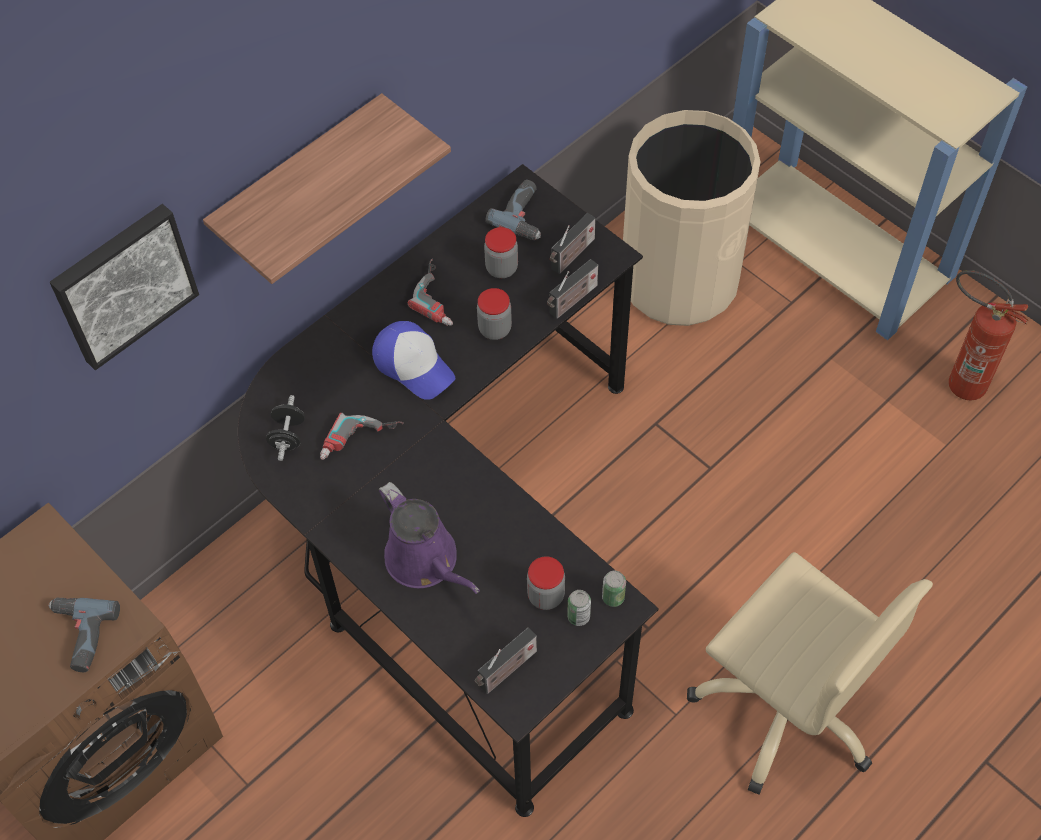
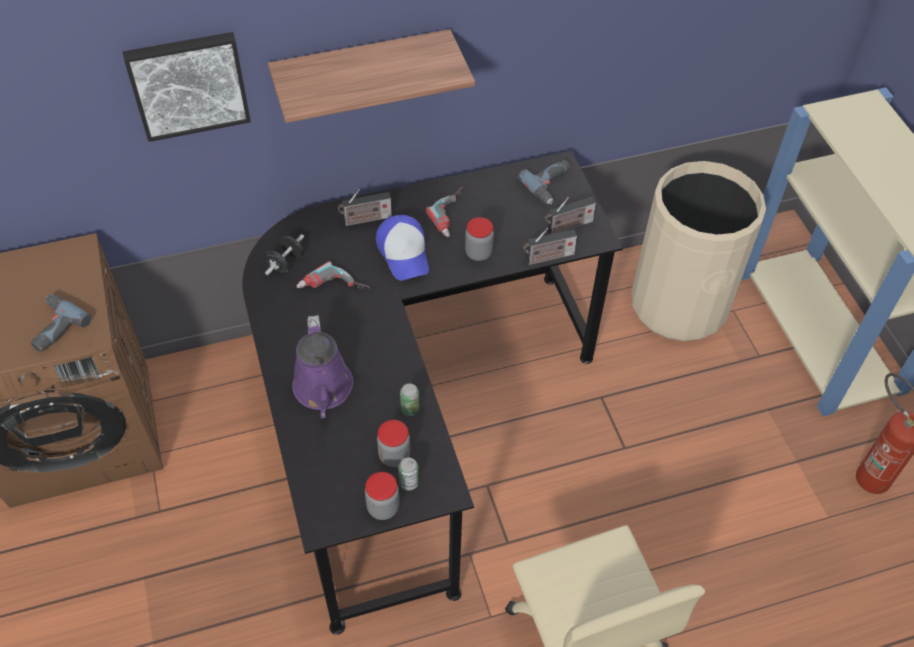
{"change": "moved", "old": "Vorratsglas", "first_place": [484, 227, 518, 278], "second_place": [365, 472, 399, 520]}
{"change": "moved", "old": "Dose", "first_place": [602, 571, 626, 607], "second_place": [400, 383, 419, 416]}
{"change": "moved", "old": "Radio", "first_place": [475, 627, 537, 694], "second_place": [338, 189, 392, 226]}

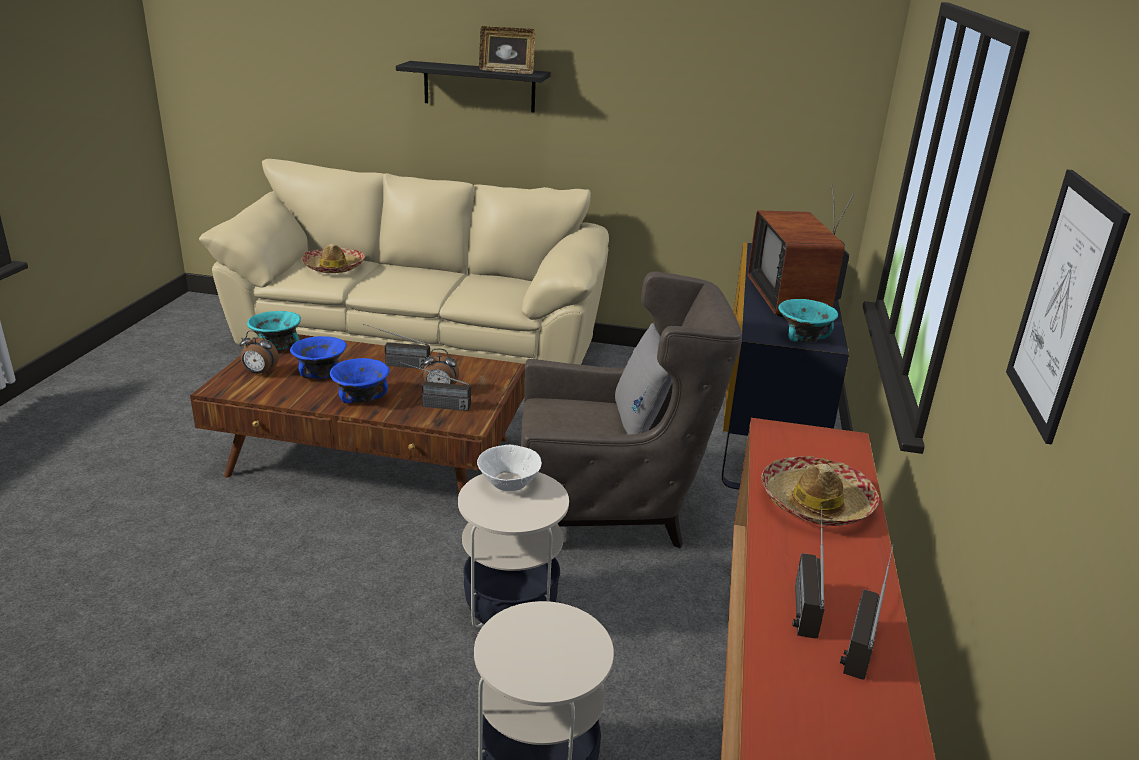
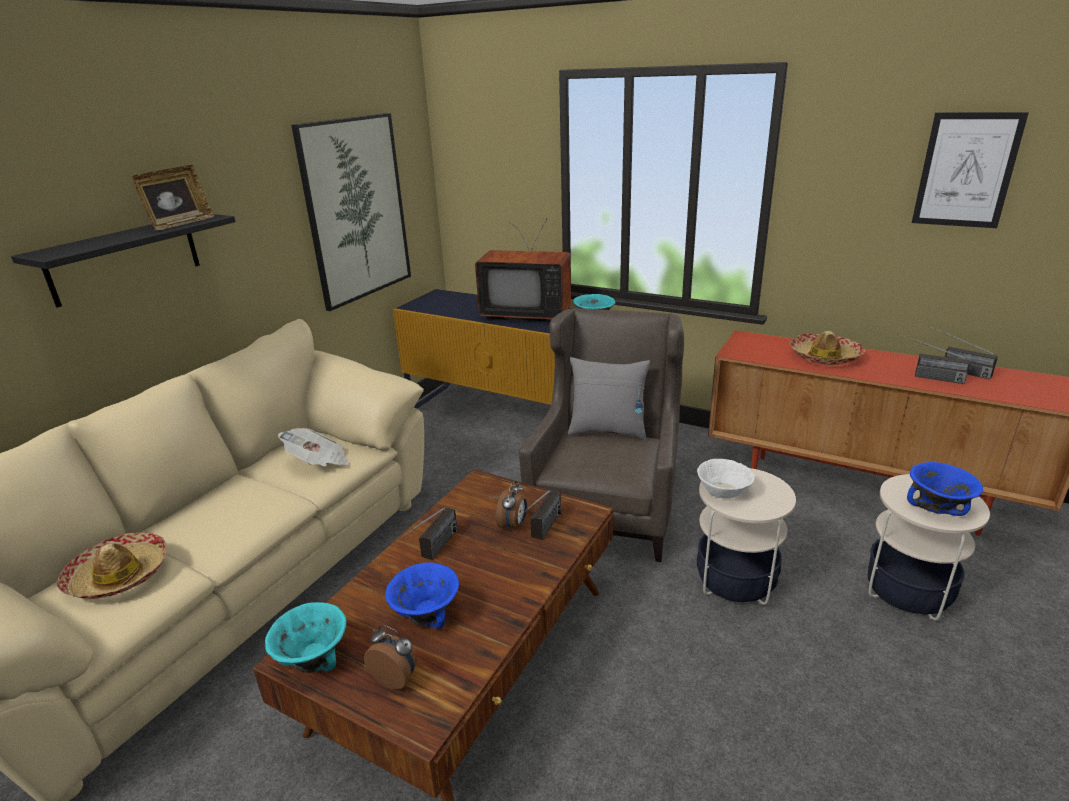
{"change": "turned", "old": "Wecker", "first_place": [240, 330, 279, 375], "second_place": [364, 625, 417, 690], "degrees": -90}
{"change": "moved", "old": "Schüssel (blau)", "first_place": [330, 358, 390, 403], "second_place": [907, 462, 983, 516]}
{"change": "added", "new": "Bild", "second_place": [291, 113, 411, 311]}
{"change": "added", "new": "Zeitung", "second_place": [278, 428, 349, 467]}

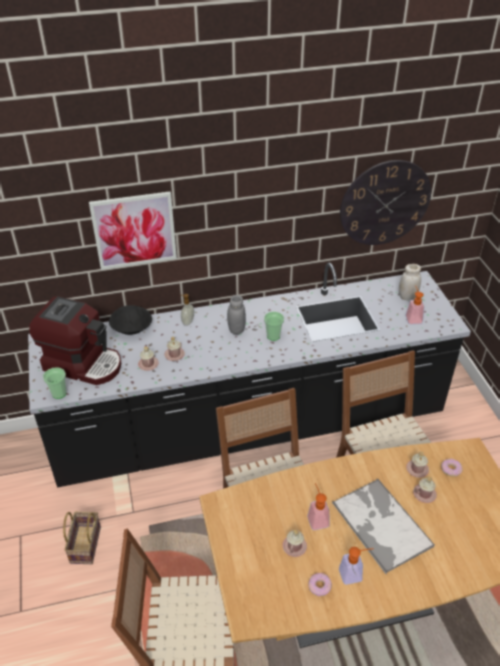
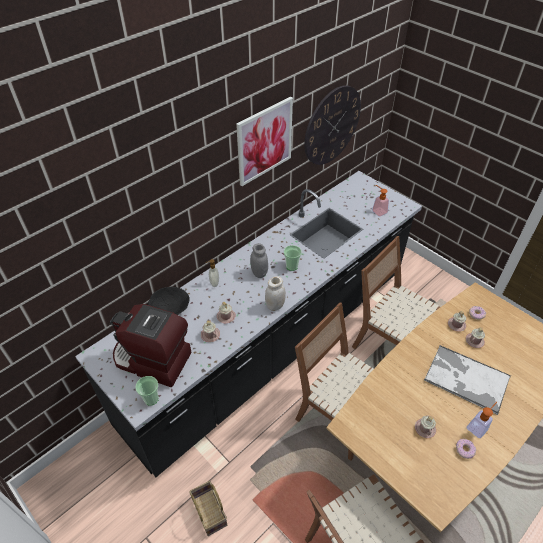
{"change": "moved", "old": "Bild", "first_place": [89, 191, 177, 270], "second_place": [236, 97, 293, 186]}
{"change": "moved", "old": "Vorratsglas (weiß)", "first_place": [399, 264, 421, 300], "second_place": [265, 276, 286, 311]}
{"change": "turned", "old": "Kaffeemaschine", "first_place": [29, 296, 121, 385], "second_place": [110, 304, 192, 387], "degrees": -150}
{"change": "removed", "old": "Seifenspender", "first_place": [307, 483, 330, 530]}

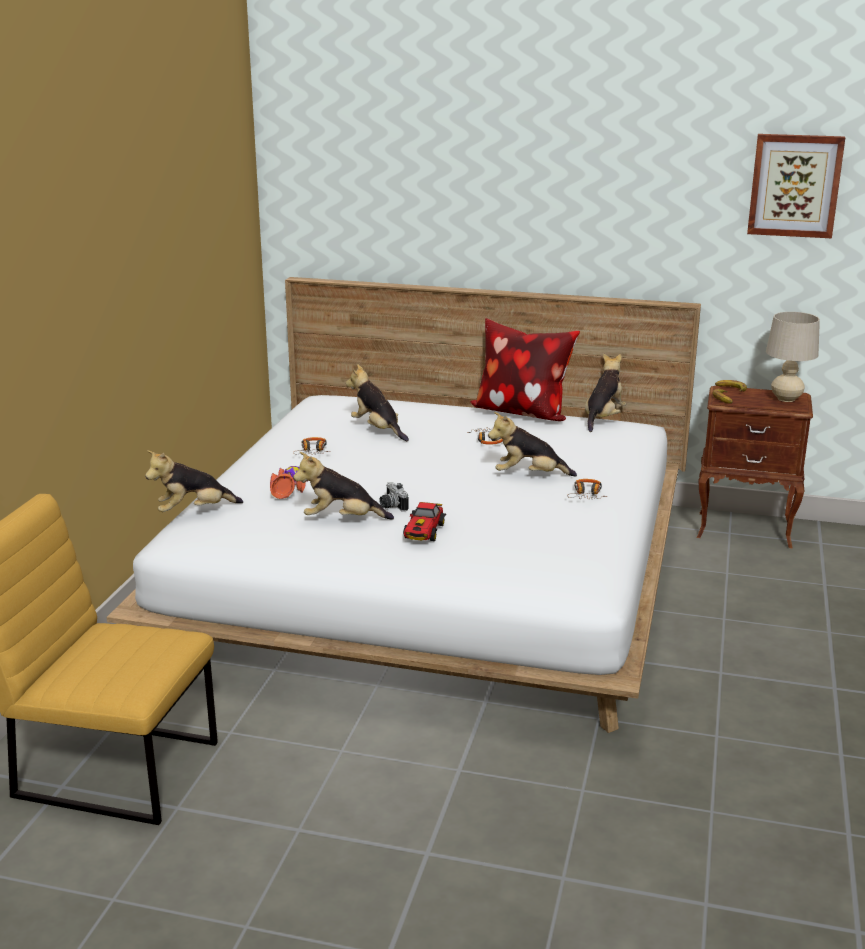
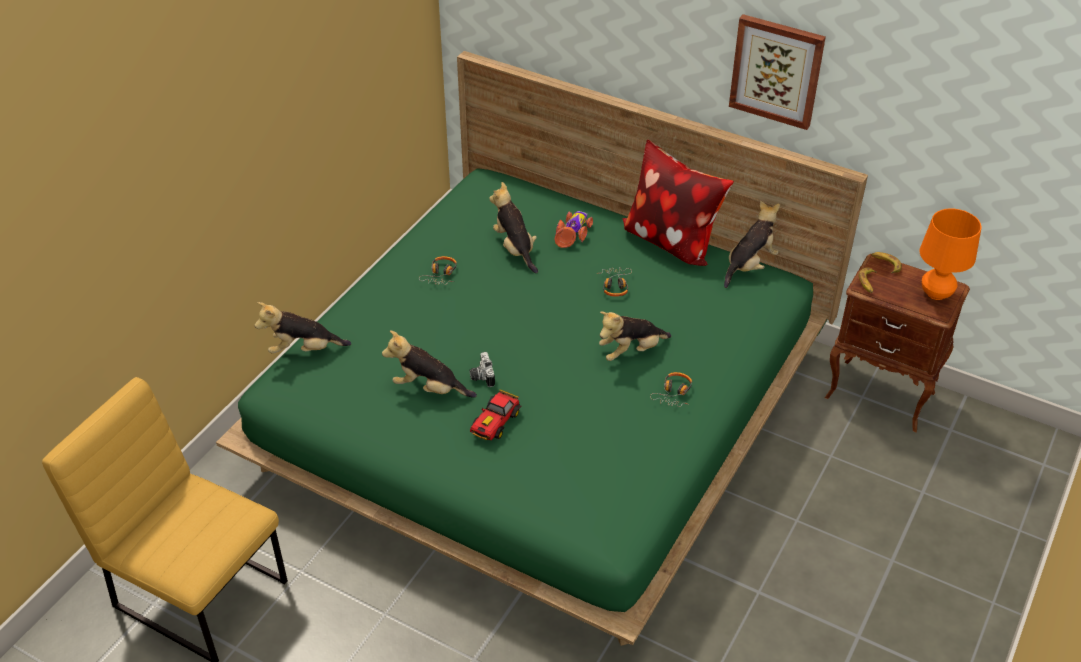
{"change": "moved", "old": "Bild", "first_place": [747, 134, 845, 238], "second_place": [729, 14, 826, 130]}
{"change": "recoloured", "old": "Bett (weiß)", "new": "Bett (grün)", "first_place": [106, 277, 701, 733], "second_place": [216, 51, 868, 646]}
{"change": "recoloured", "old": "Tischlampe (beige)", "new": "Tischlampe (orange)", "first_place": [766, 312, 820, 402], "second_place": [920, 208, 981, 300]}
{"change": "turned", "old": "Plüschtier", "first_place": [488, 412, 577, 477], "second_place": [599, 311, 671, 361], "degrees": -45}
{"change": "moved", "old": "Spielzeugauto", "first_place": [270, 466, 307, 499], "second_place": [554, 211, 593, 248]}

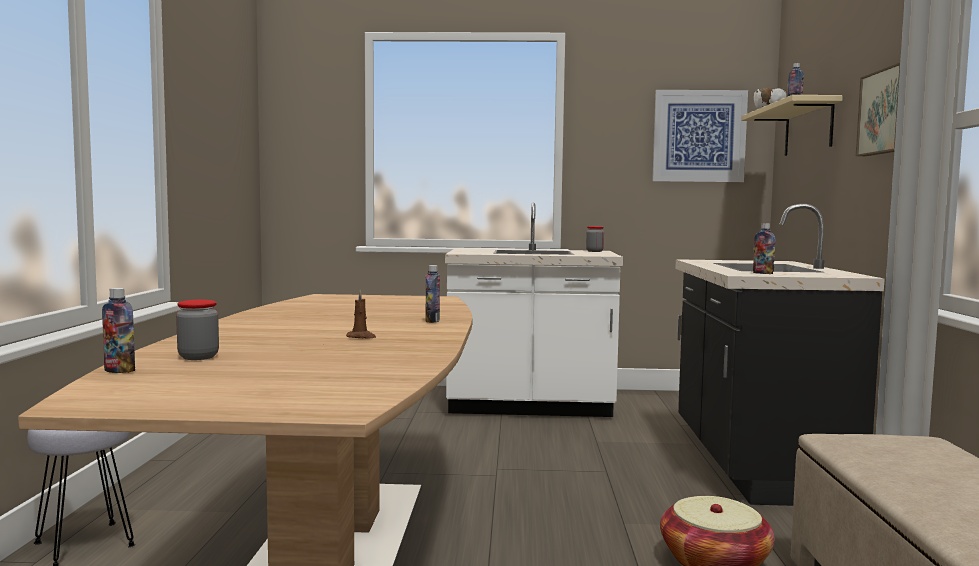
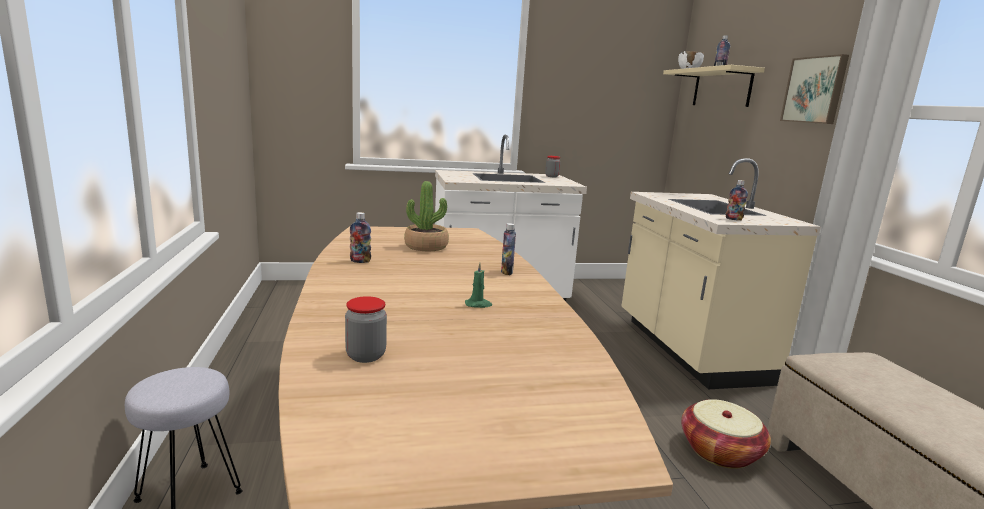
{"change": "removed", "old": "Bild", "first_place": [652, 90, 748, 182]}
{"change": "recoloured", "old": "Küchenzeile (schwarz)", "new": "Küchenzeile (beige)", "first_place": [675, 204, 884, 506], "second_place": [622, 158, 821, 389]}
{"change": "moved", "old": "Flasche", "first_place": [102, 288, 135, 373], "second_place": [350, 212, 371, 263]}
{"change": "recoloured", "old": "Kerze (braun)", "new": "Kerze (grün)", "first_place": [346, 289, 376, 339], "second_place": [465, 263, 492, 308]}
{"change": "added", "new": "Topfpflanze", "second_place": [404, 181, 449, 251]}

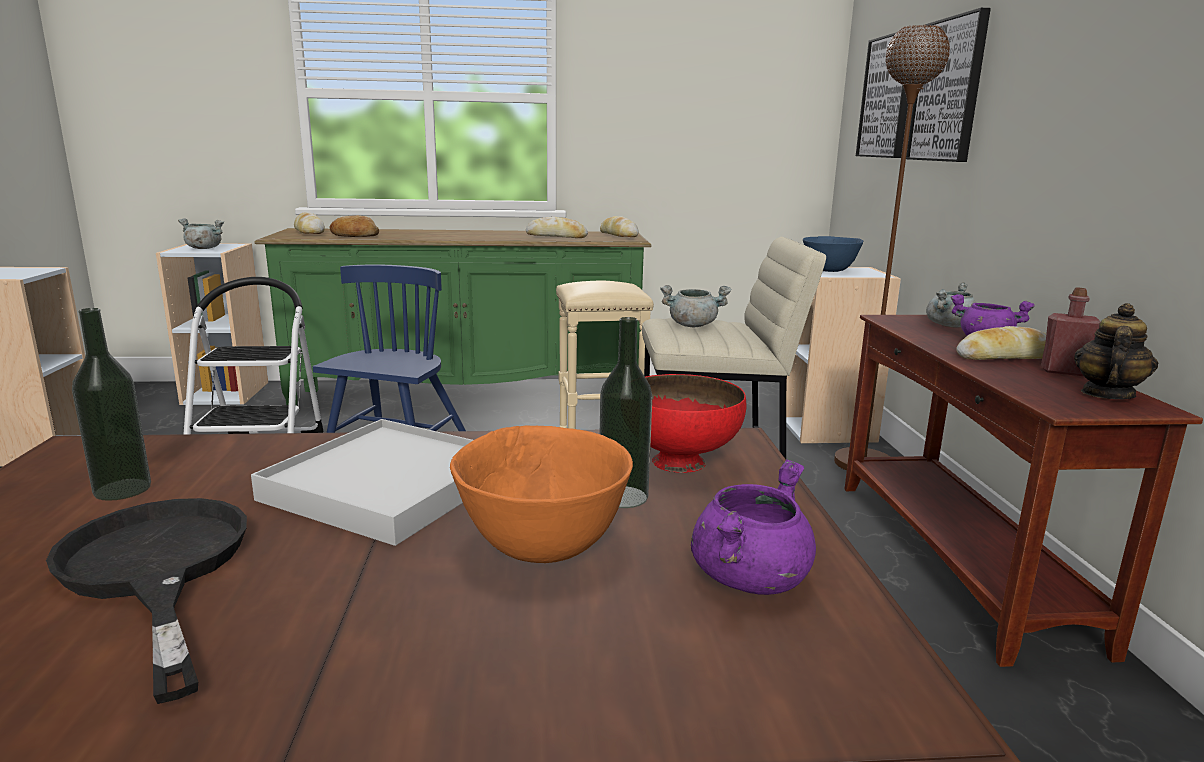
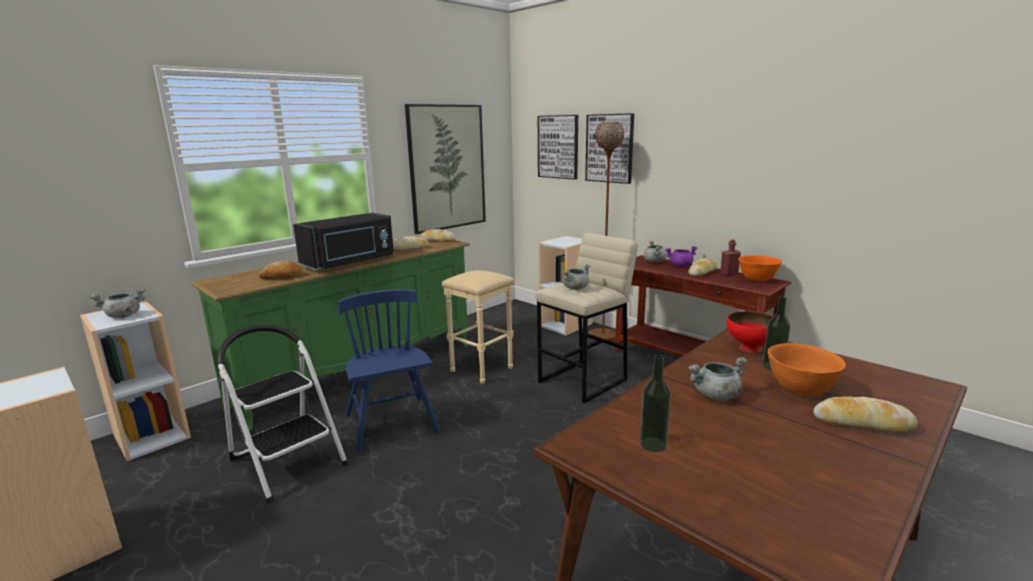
{"change": "moved", "old": "Brot", "first_place": [294, 213, 325, 234], "second_place": [813, 397, 918, 433]}
{"change": "removed", "old": "Schüssel (blau)", "first_place": [803, 236, 863, 272]}
{"change": "replaced", "old": "Teekanne", "new": "Schüssel (orange)", "first_place": [1074, 303, 1158, 399], "second_place": [738, 255, 782, 281]}
{"change": "replaced", "old": "Tablett (weiß)", "new": "Kochtopf (grau)", "first_place": [251, 419, 473, 546], "second_place": [688, 357, 747, 401]}
{"change": "removed", "old": "Kochtopf (lila)", "first_place": [691, 459, 816, 595]}
{"change": "removed", "old": "Pfanne (schwarz)", "first_place": [46, 498, 247, 704]}
{"change": "added", "new": "Bild", "second_place": [405, 104, 486, 234]}
{"change": "added", "new": "Mikrowelle (schwarz)", "second_place": [293, 213, 394, 270]}

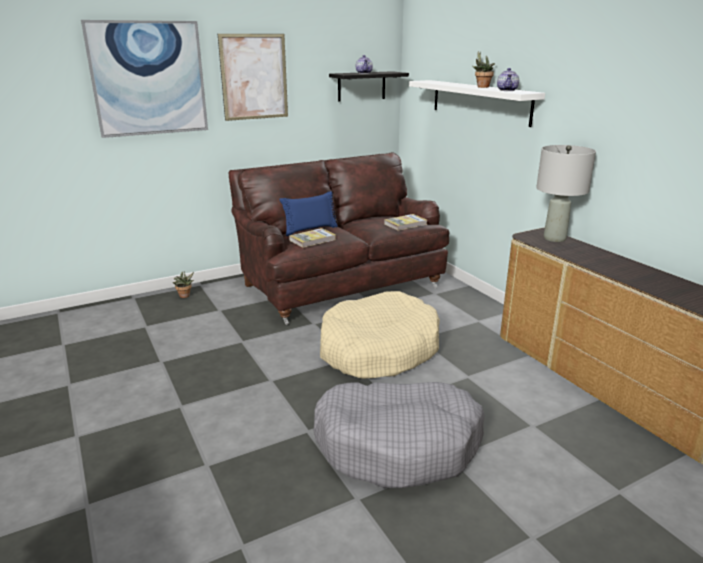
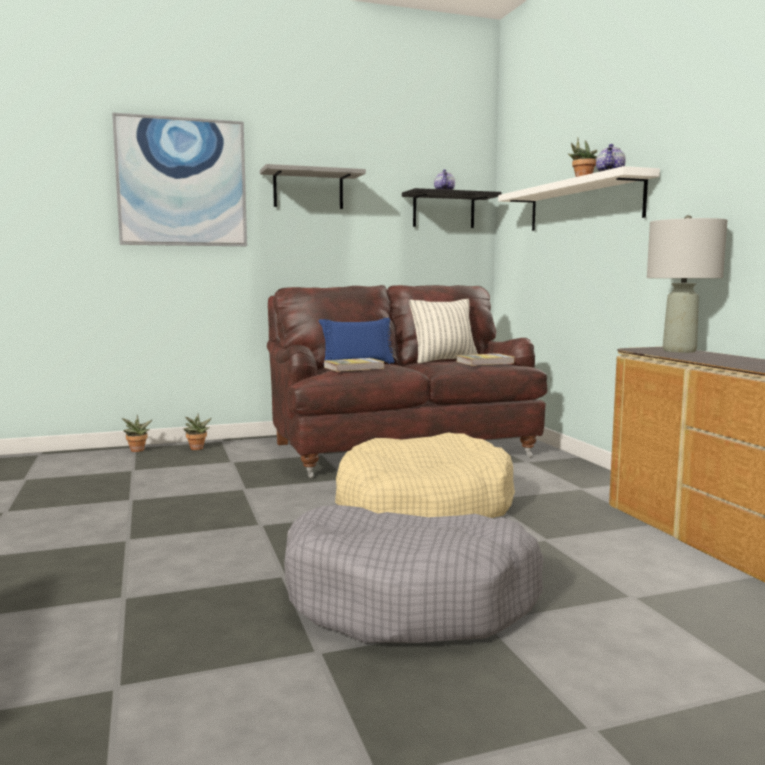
{"change": "replaced", "old": "Bild", "new": "Wandregal (grau)", "first_place": [218, 34, 288, 121], "second_place": [260, 164, 366, 209]}
{"change": "added", "new": "Kissen", "second_place": [409, 299, 478, 364]}
{"change": "added", "new": "Topfpflanze", "second_place": [122, 415, 153, 452]}

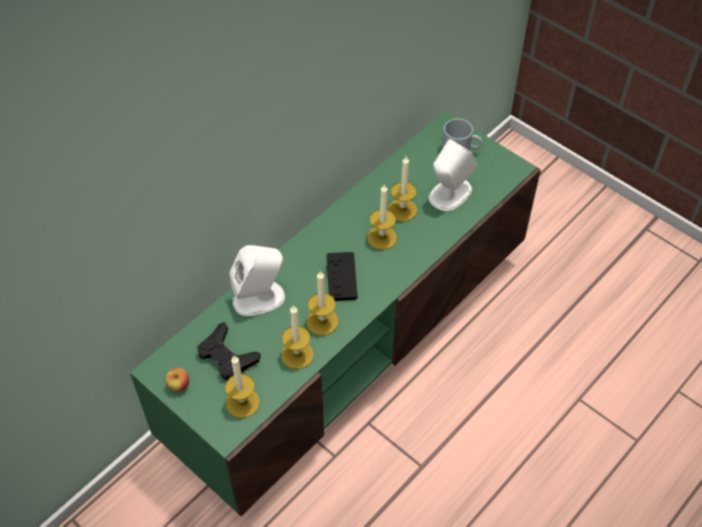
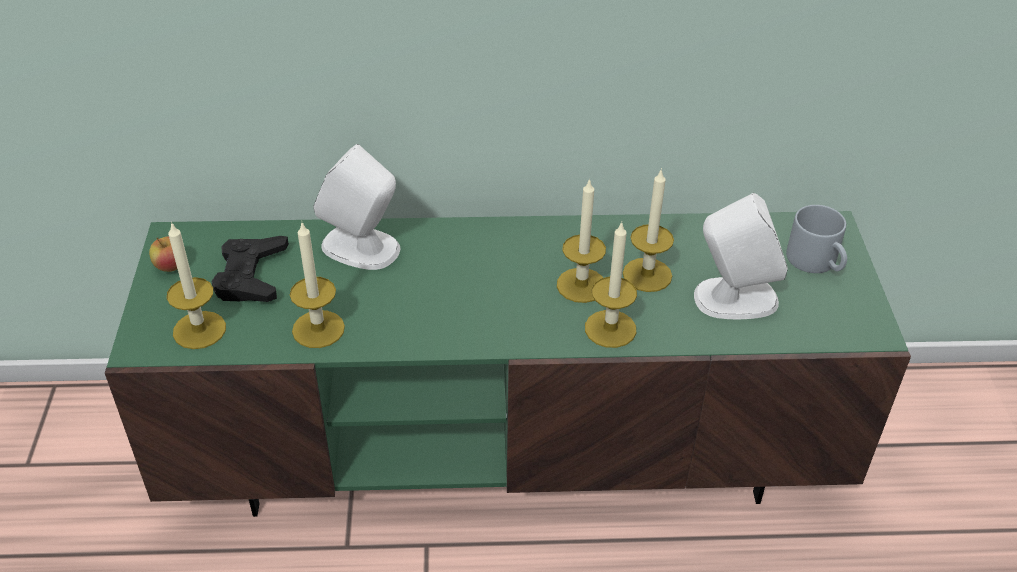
{"change": "removed", "old": "Gamepad (schwarz)", "first_place": [326, 252, 358, 301]}
{"change": "moved", "old": "Kerze", "first_place": [307, 270, 338, 335], "second_place": [585, 222, 637, 348]}

